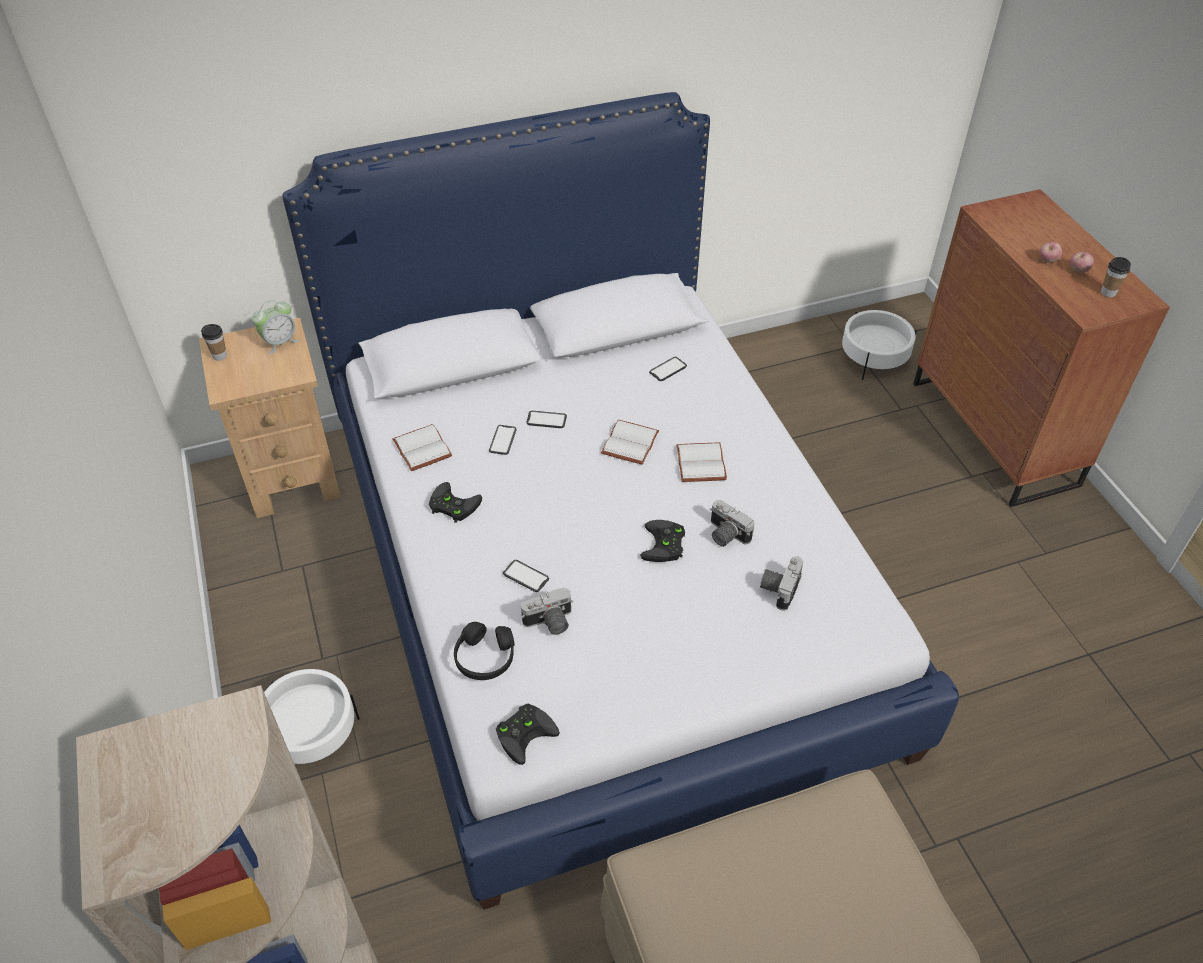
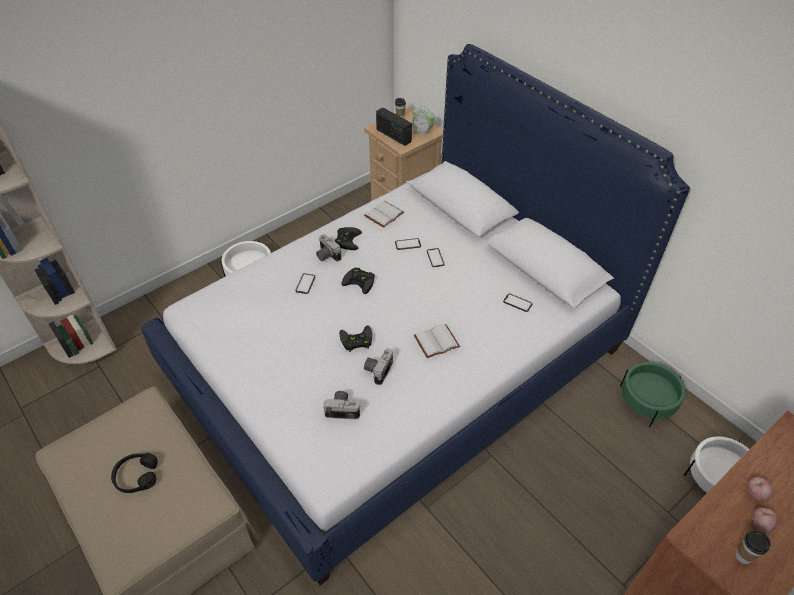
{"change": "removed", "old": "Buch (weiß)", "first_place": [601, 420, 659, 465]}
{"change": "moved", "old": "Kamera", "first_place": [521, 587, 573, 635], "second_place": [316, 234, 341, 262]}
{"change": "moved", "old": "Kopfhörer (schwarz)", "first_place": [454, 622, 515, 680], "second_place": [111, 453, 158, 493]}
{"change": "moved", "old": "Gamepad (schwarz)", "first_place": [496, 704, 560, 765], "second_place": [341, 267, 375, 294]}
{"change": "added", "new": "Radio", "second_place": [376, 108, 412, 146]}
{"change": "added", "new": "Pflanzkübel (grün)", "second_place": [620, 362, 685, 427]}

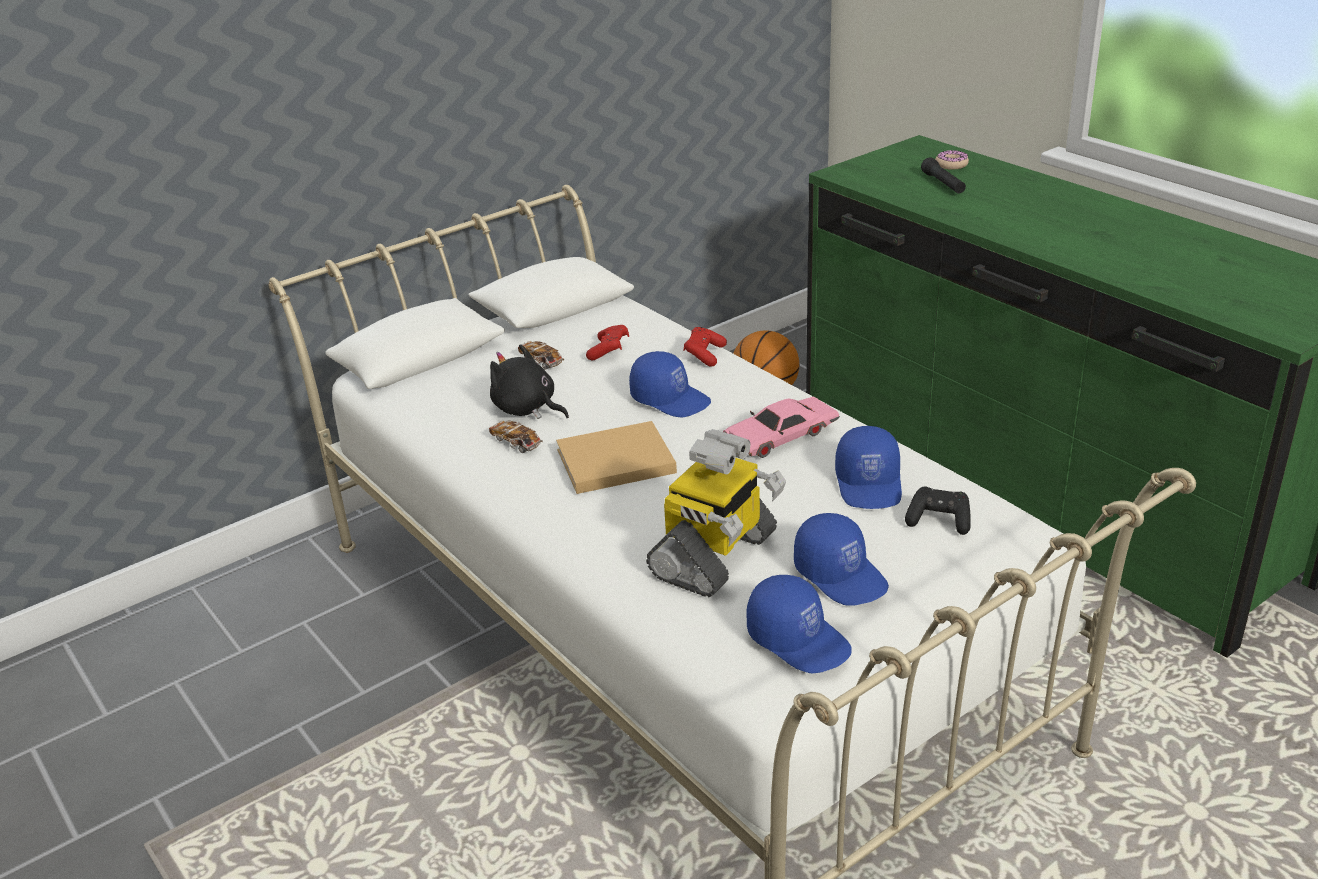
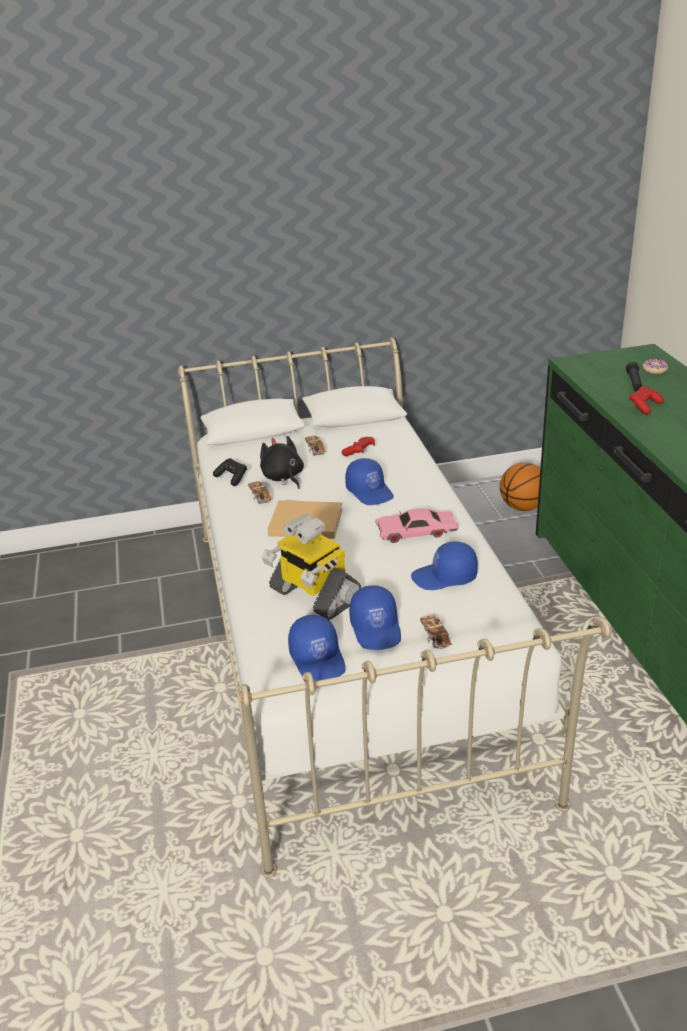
{"change": "moved", "old": "Gamepad (rot)", "first_place": [683, 327, 727, 367], "second_place": [629, 386, 664, 414]}
{"change": "turned", "old": "Kappe (blau)", "first_place": [835, 426, 902, 509], "second_place": [411, 541, 478, 590], "degrees": 60}
{"change": "turned", "old": "Spielzeugroboter", "first_place": [646, 429, 786, 598], "second_place": [261, 514, 361, 620], "degrees": 75}
{"change": "moved", "old": "Gamepad (schwarz)", "first_place": [905, 486, 971, 535], "second_place": [213, 458, 247, 486]}
{"change": "added", "new": "Spielzeugauto", "second_place": [420, 615, 452, 649]}

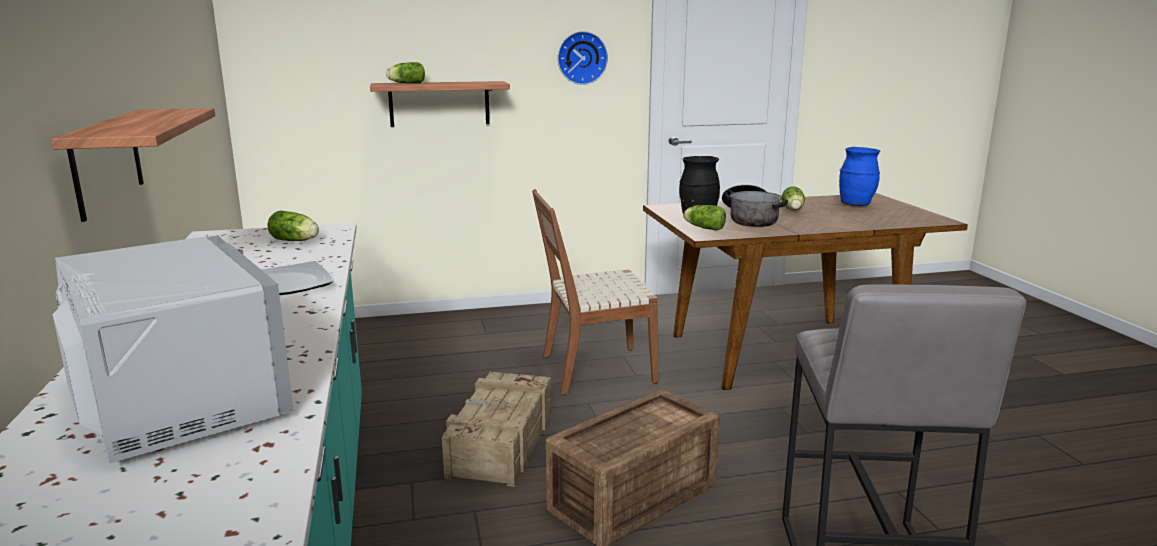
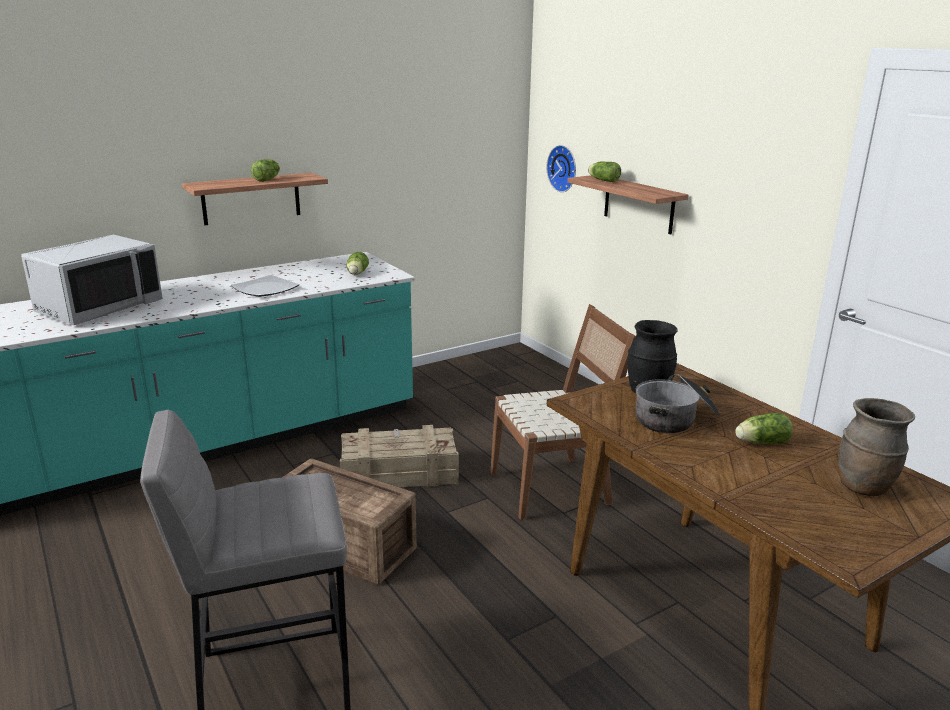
{"change": "moved", "old": "Wanduhr", "first_place": [558, 31, 608, 85], "second_place": [547, 145, 576, 192]}
{"change": "recoloured", "old": "Vase (blau)", "new": "Vase (braun)", "first_place": [839, 147, 880, 206], "second_place": [838, 398, 915, 496]}
{"change": "turned", "old": "Stuhl", "first_place": [532, 189, 658, 395], "second_place": [490, 304, 636, 520], "degrees": 105}
{"change": "moved", "old": "Salatkopf", "first_place": [683, 205, 726, 231], "second_place": [251, 159, 280, 182]}

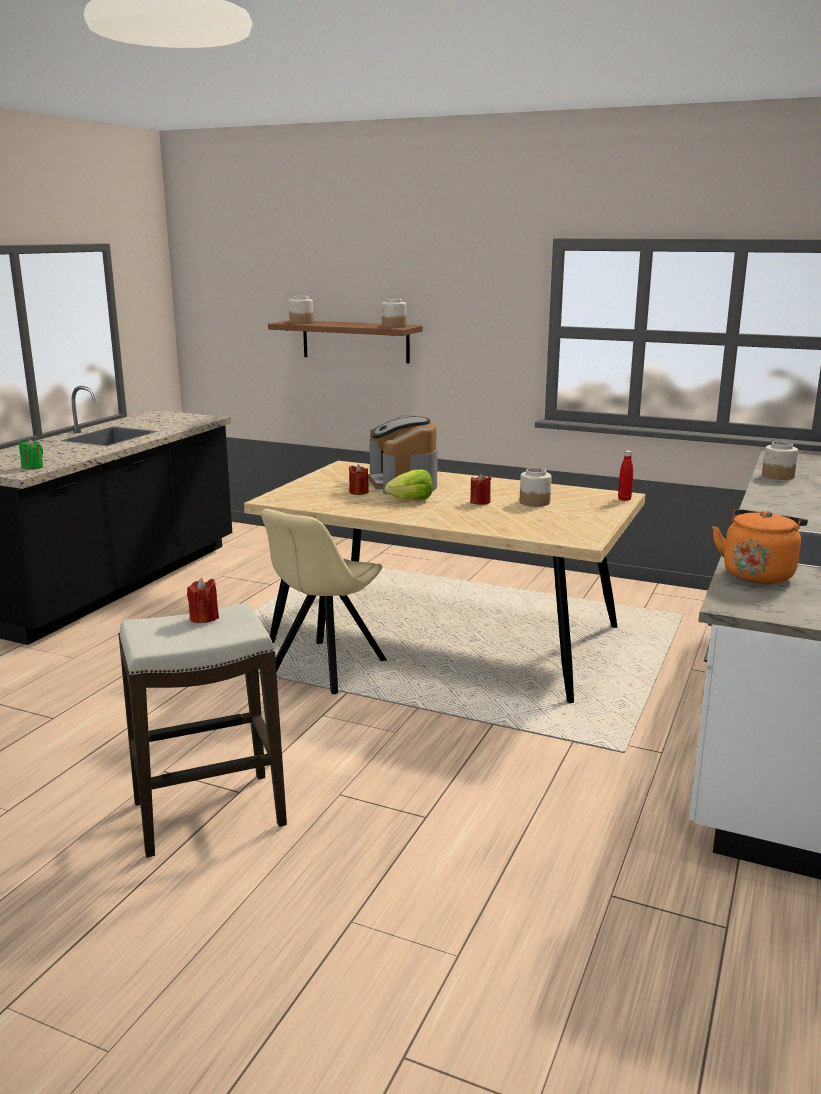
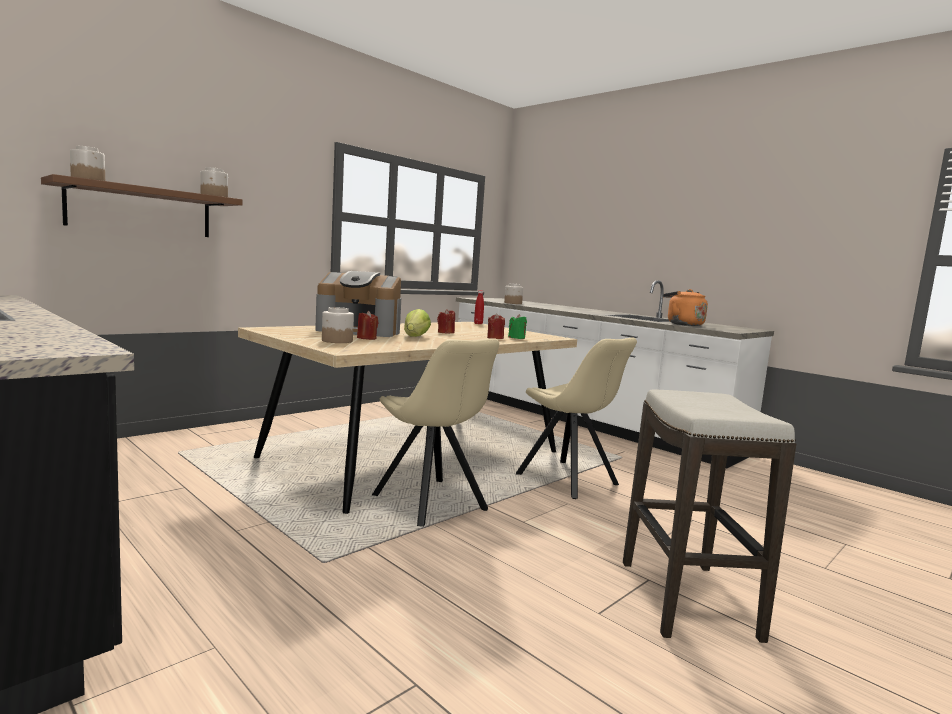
{"change": "moved", "old": "Kerze (grün)", "first_place": [19, 439, 43, 469], "second_place": [508, 314, 527, 339]}
{"change": "moved", "old": "Vorratsglas", "first_place": [520, 468, 551, 507], "second_place": [322, 307, 354, 343]}
{"change": "moved", "old": "Kerze (rot)", "first_place": [187, 578, 219, 623], "second_place": [487, 314, 505, 339]}
{"change": "added", "new": "Stuhl (beige)", "second_place": [516, 338, 637, 499]}

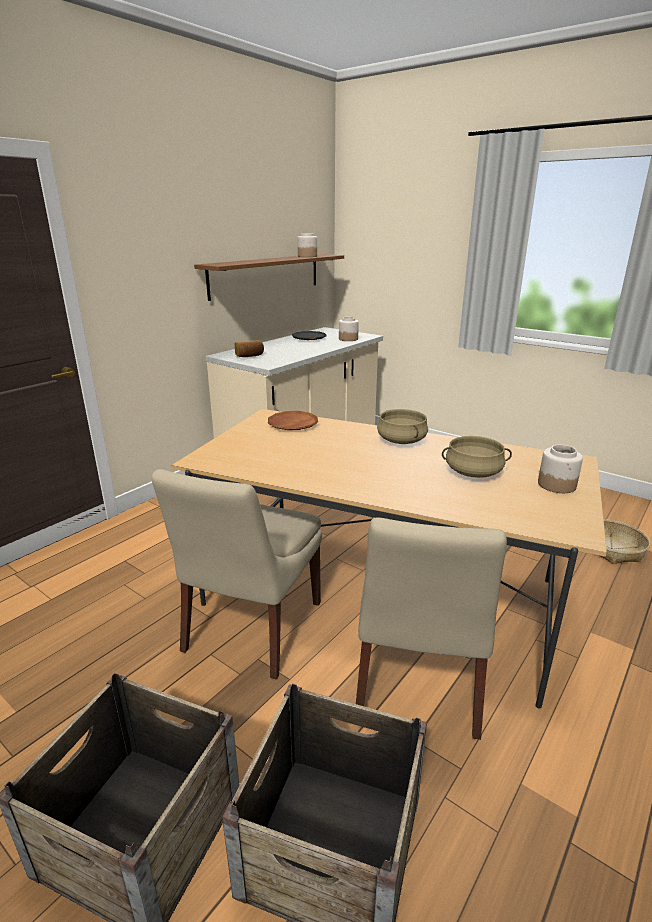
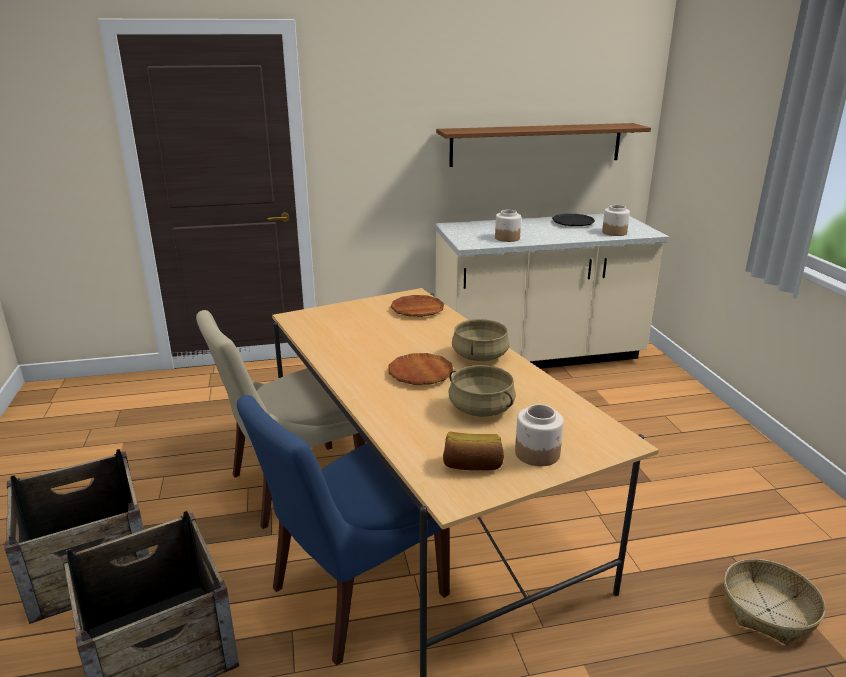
{"change": "moved", "old": "Vorratsglas", "first_place": [297, 233, 317, 257], "second_place": [495, 210, 521, 242]}
{"change": "moved", "old": "Brot", "first_place": [235, 340, 264, 357], "second_place": [443, 432, 504, 471]}
{"change": "recoloured", "old": "Stuhl (beige)", "new": "Stuhl (blau)", "first_place": [356, 517, 507, 740], "second_place": [237, 395, 450, 666]}
{"change": "added", "new": "Teller (braun)", "second_place": [388, 353, 454, 385]}

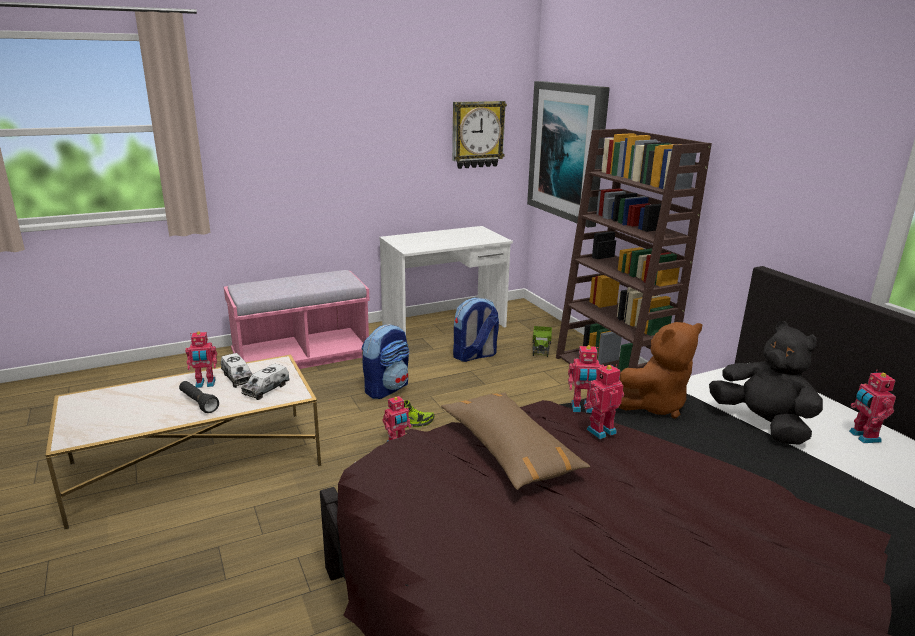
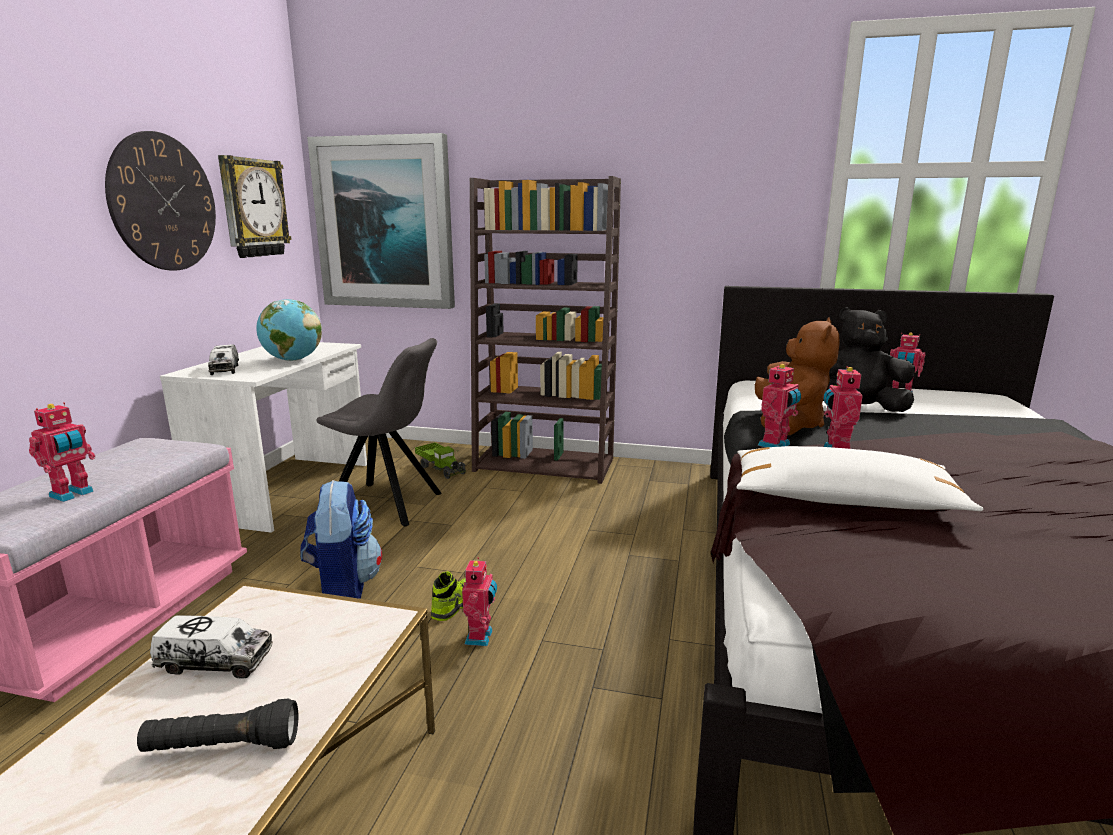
{"change": "replaced", "old": "Rucksack", "new": "Stuhl (grau)", "first_place": [453, 298, 499, 362], "second_place": [317, 338, 442, 526]}
{"change": "moved", "old": "Spielzeugroboter", "first_place": [185, 331, 217, 388], "second_place": [29, 402, 95, 502]}
{"change": "moved", "old": "Spielzeuglaster", "first_place": [241, 364, 290, 400], "second_place": [208, 344, 239, 375]}
{"change": "recoloured", "old": "Kissen (braun)", "new": "Kissen (weiß)", "first_place": [441, 392, 590, 490], "second_place": [737, 446, 984, 511]}
{"change": "added", "new": "Wanduhr", "second_place": [105, 131, 216, 270]}
{"change": "added", "new": "Globus", "second_place": [256, 299, 322, 361]}

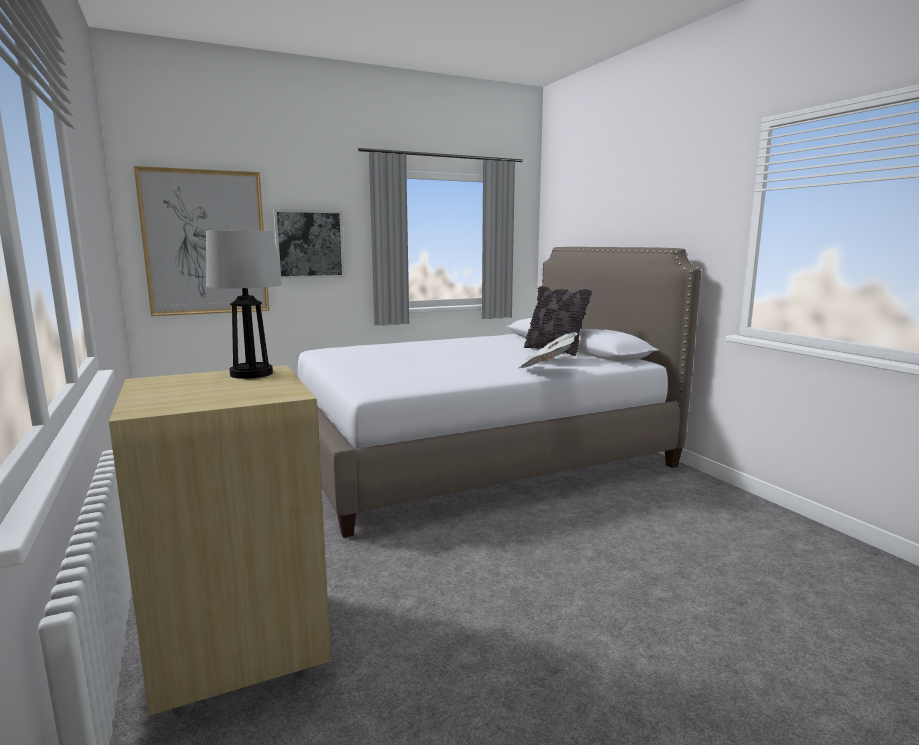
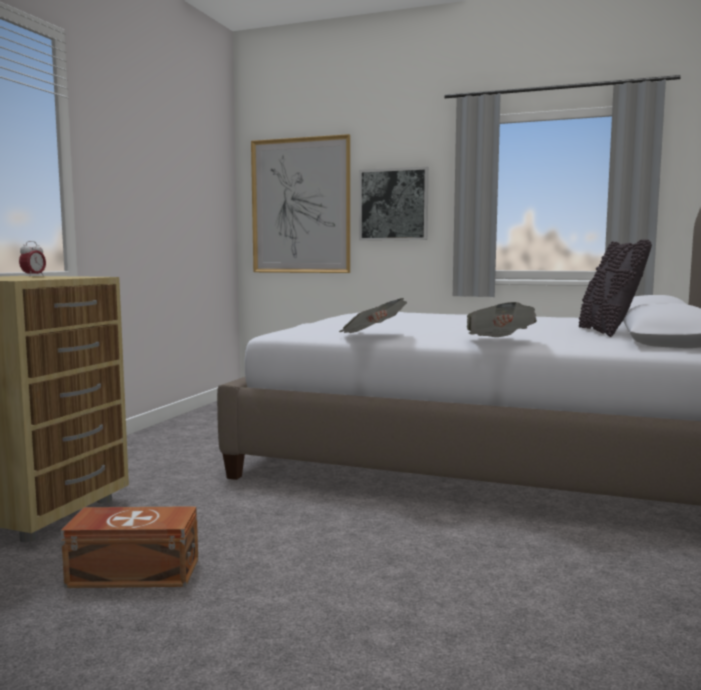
{"change": "removed", "old": "Tischlampe", "first_place": [206, 230, 282, 379]}
{"change": "moved", "old": "Zeitung", "first_place": [526, 332, 578, 360], "second_place": [339, 298, 407, 333]}
{"change": "added", "new": "Wecker", "second_place": [19, 241, 46, 277]}
{"change": "added", "new": "Aufbewahrungsbox (braun)", "second_place": [61, 506, 198, 588]}

